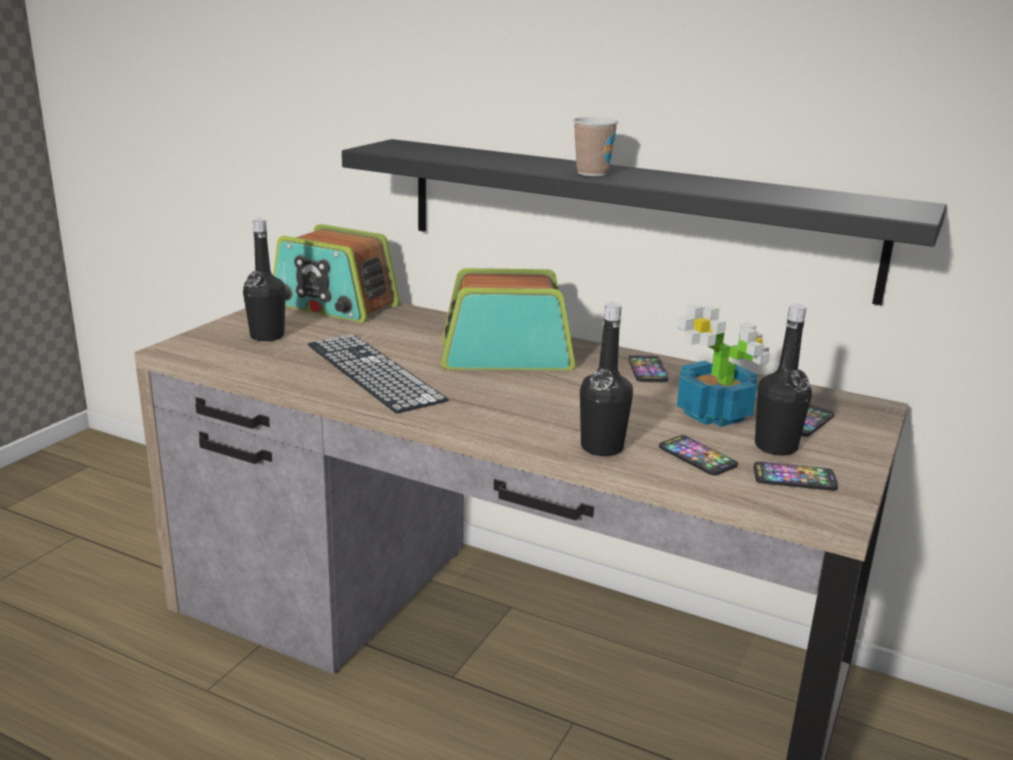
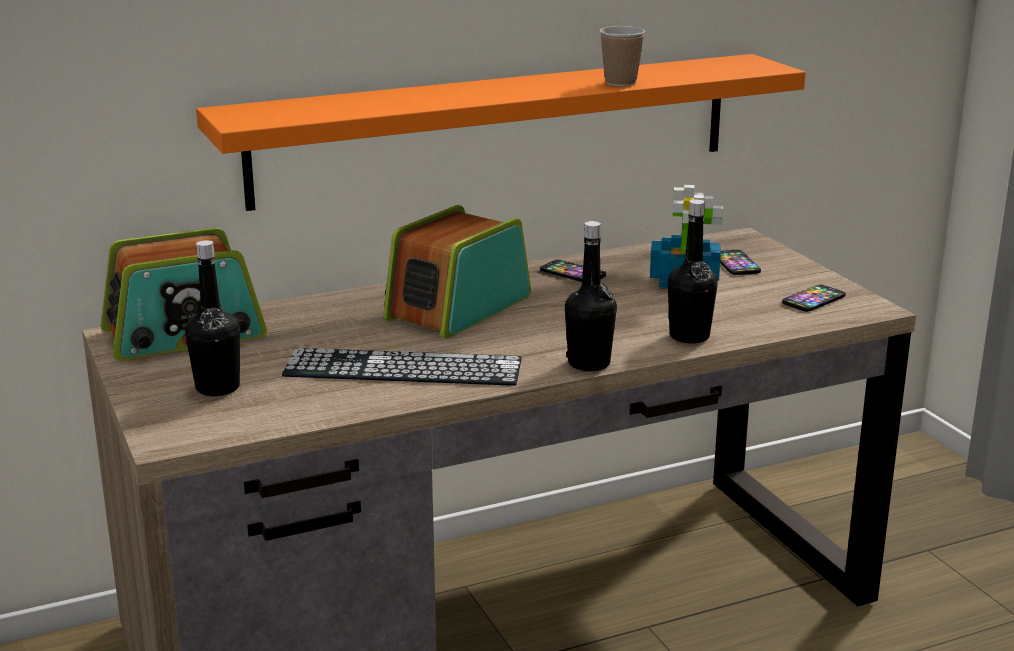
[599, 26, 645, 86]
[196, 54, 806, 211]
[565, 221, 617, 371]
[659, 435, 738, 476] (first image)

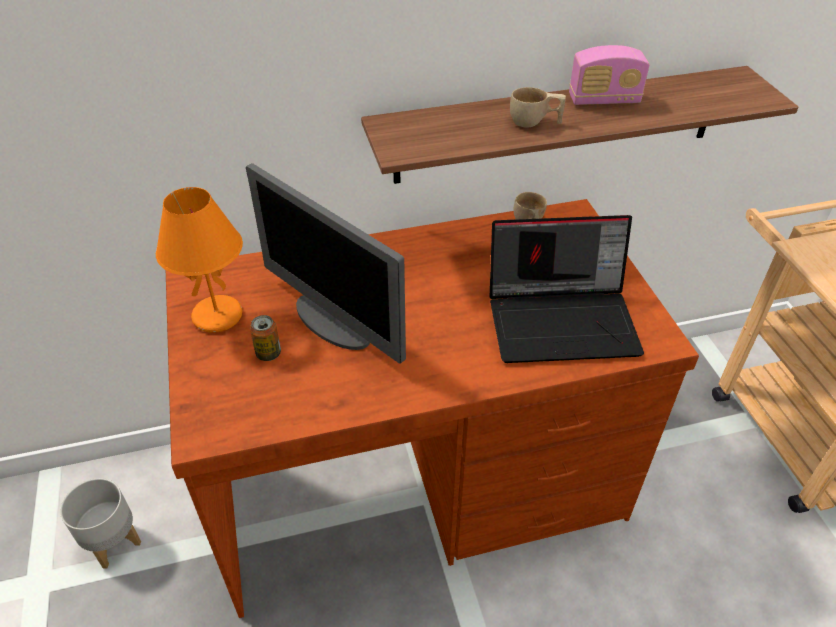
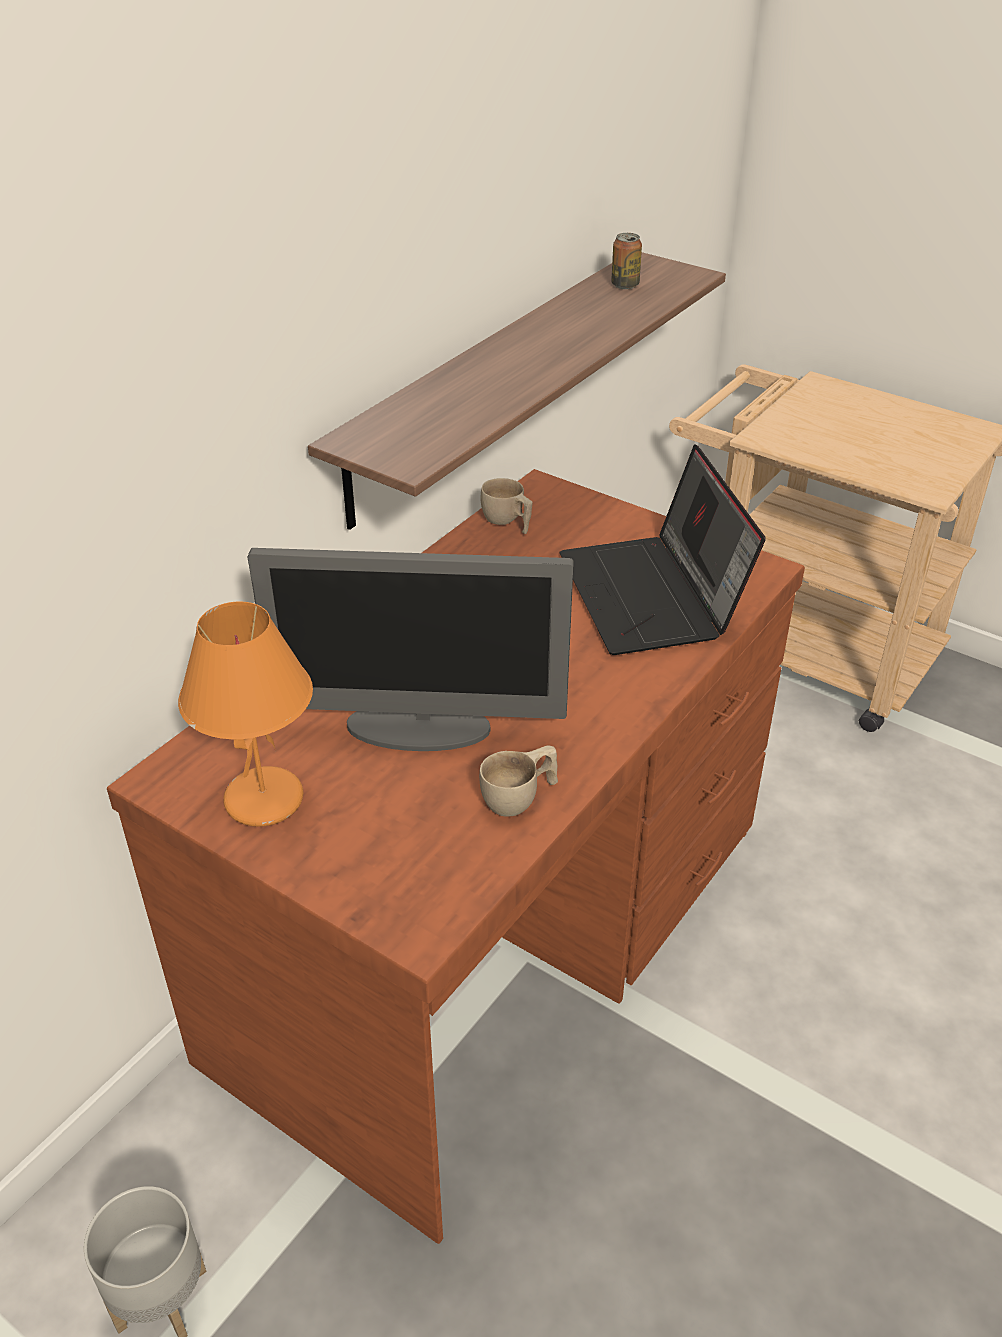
[569, 45, 650, 105] (first image)
[479, 745, 558, 817]
[559, 444, 766, 655]
[611, 233, 642, 289]

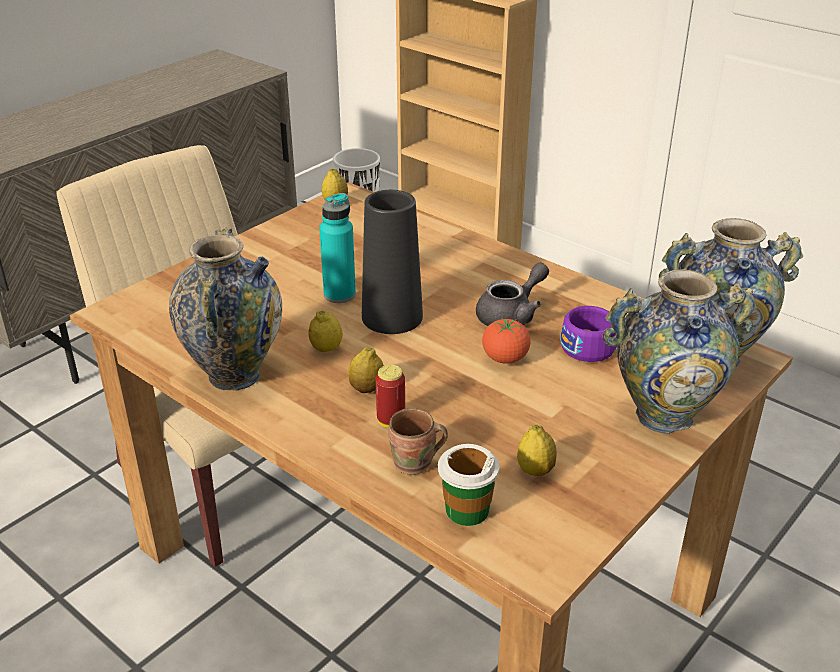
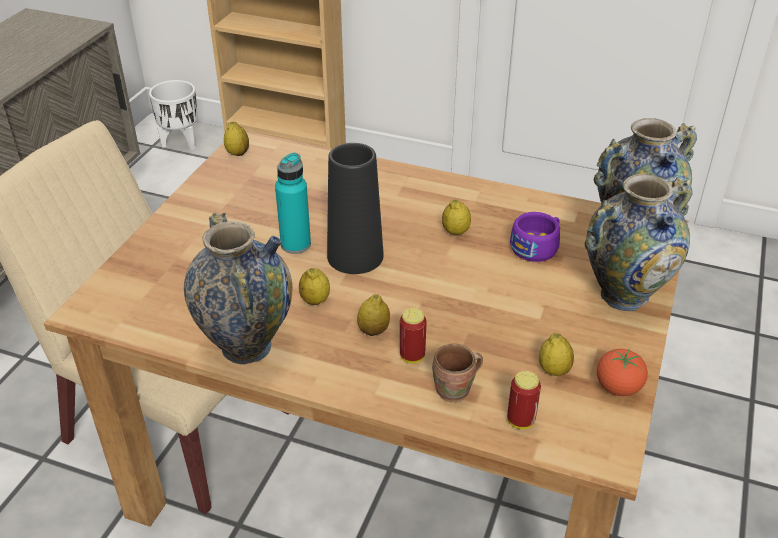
[442, 199, 471, 235]
[597, 348, 648, 396]
[507, 371, 541, 429]

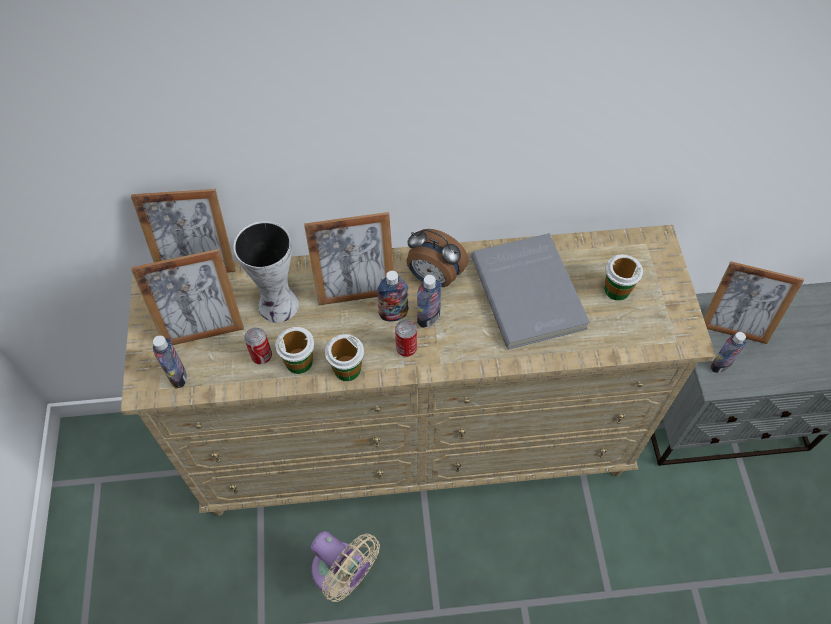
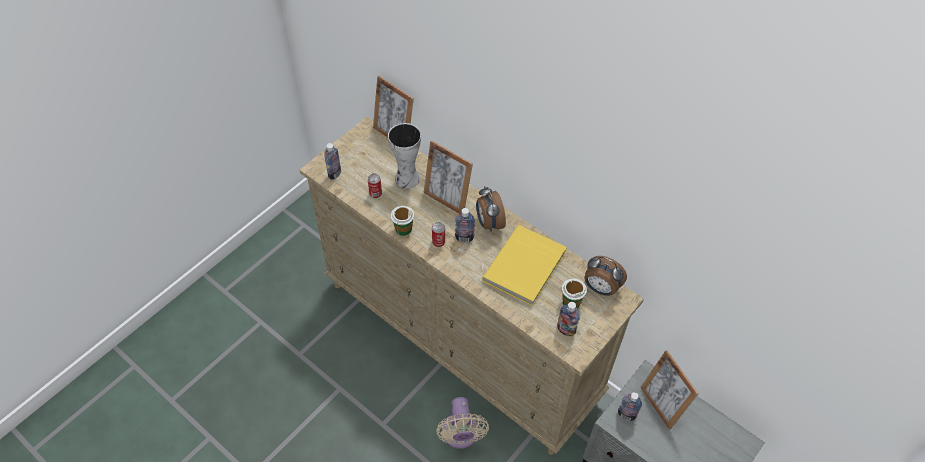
[482, 225, 567, 306]
[131, 249, 244, 345] (first image)
[557, 302, 580, 336]
[275, 327, 315, 374] (first image)
[436, 397, 489, 449]
[585, 256, 627, 296]

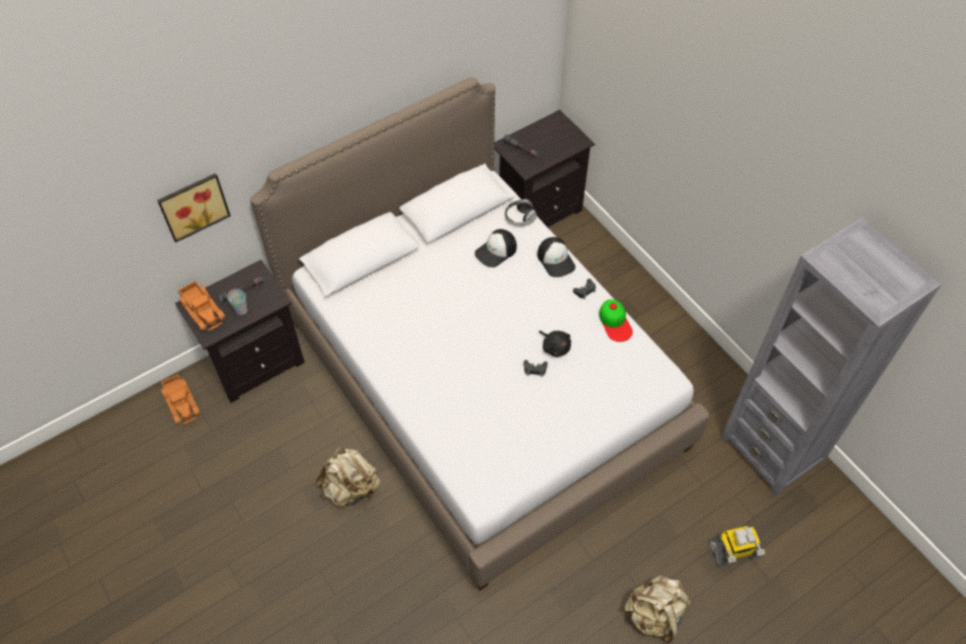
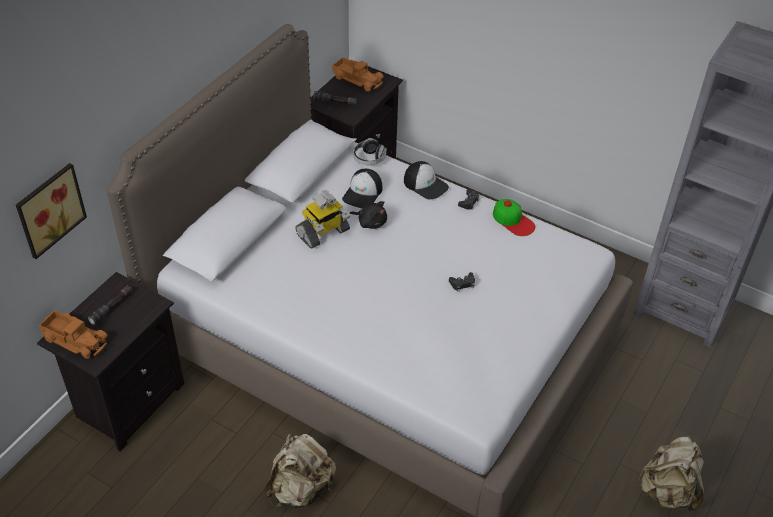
[227, 289, 247, 315] (first image)
[350, 201, 387, 229]
[332, 57, 384, 92]
[295, 190, 351, 249]

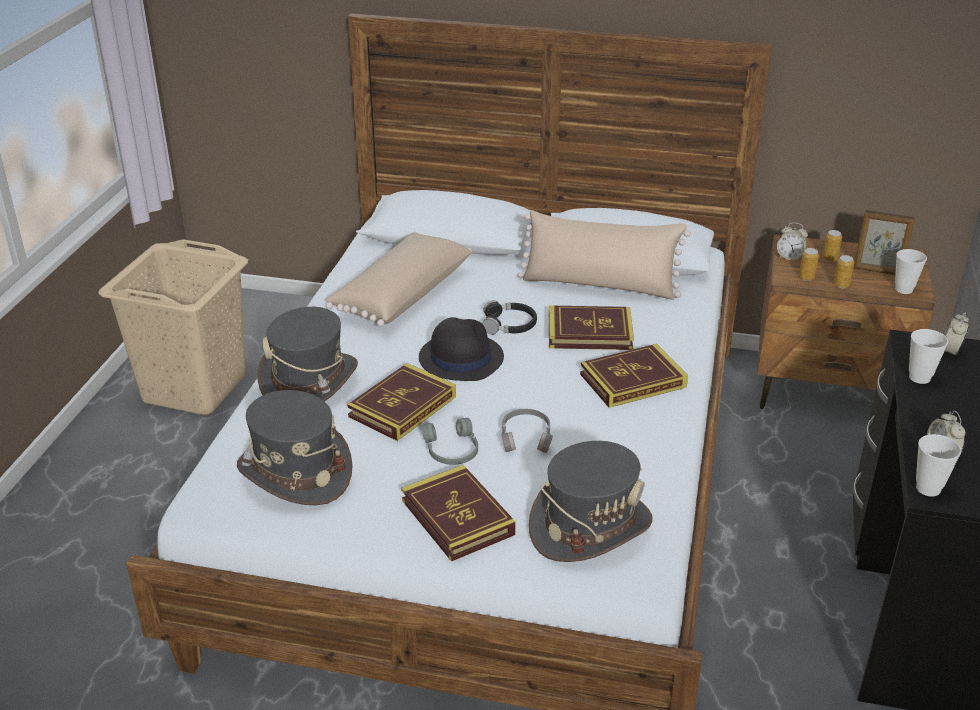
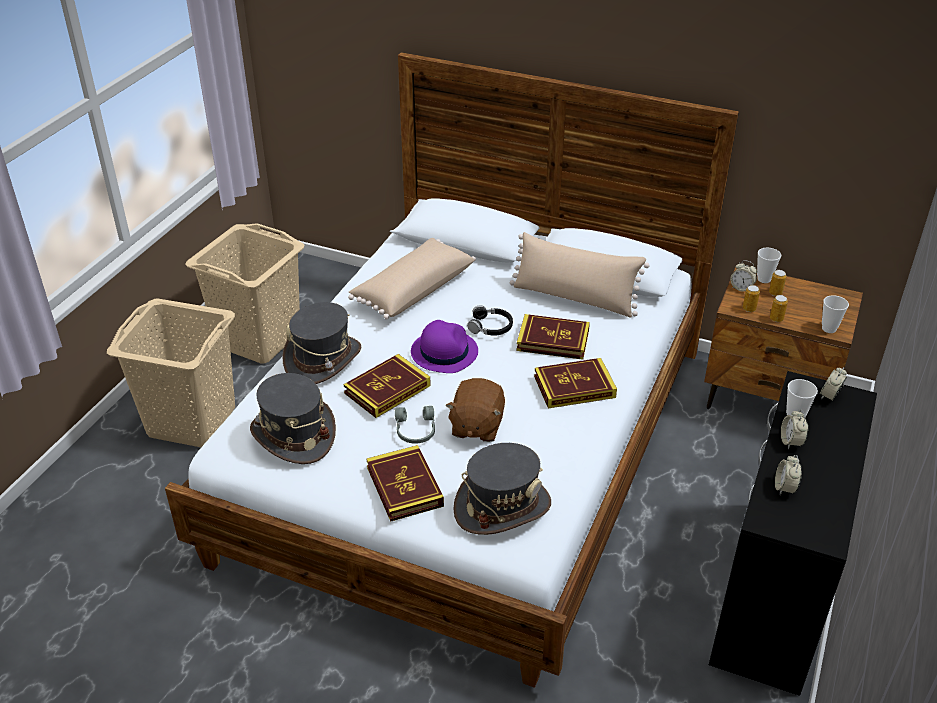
[854, 210, 915, 275] (first image)
[411, 320, 478, 373]
[445, 378, 505, 442]
[757, 248, 781, 283]
[107, 299, 235, 447]
[781, 409, 808, 449]

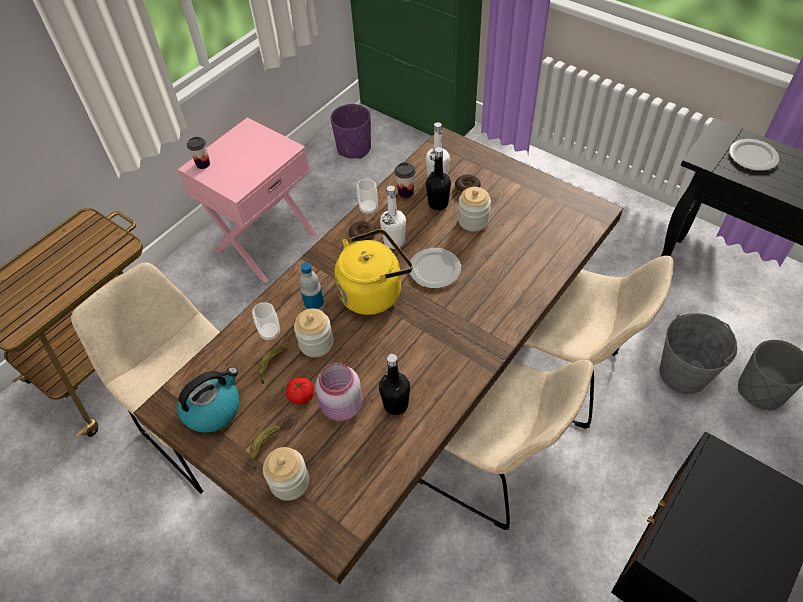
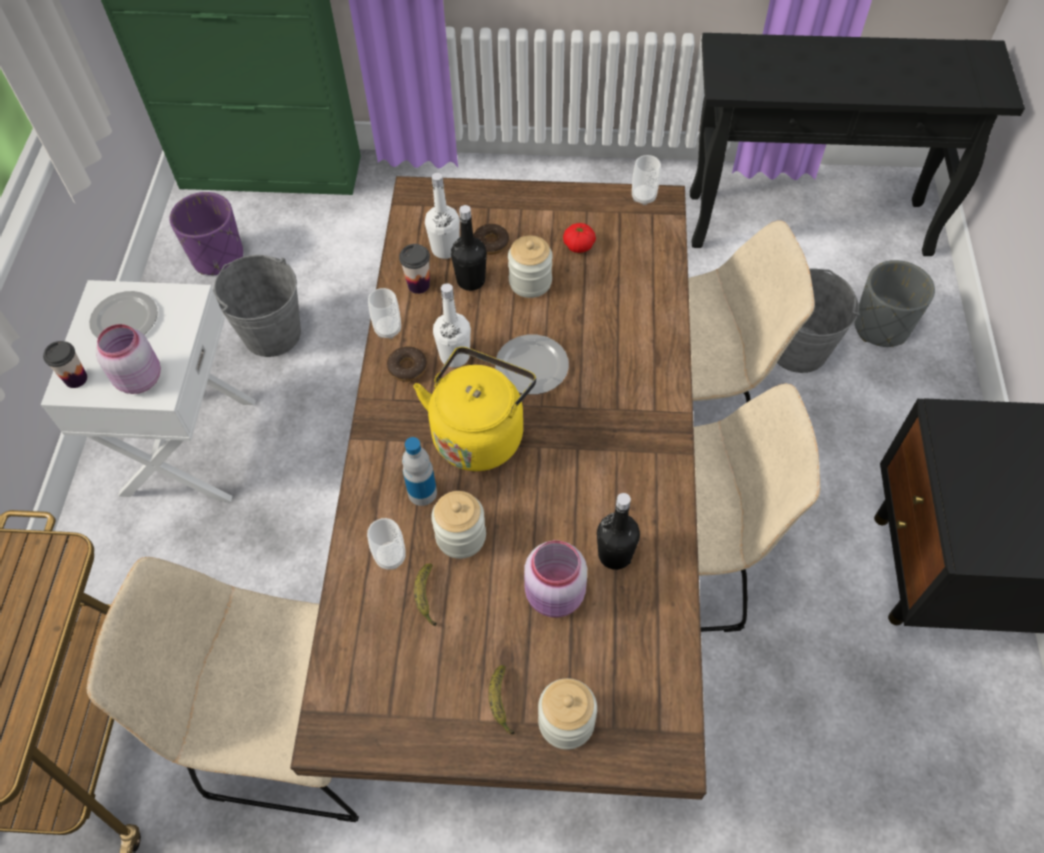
[41, 280, 256, 502]
[89, 291, 158, 339]
[177, 367, 239, 433] (first image)
[563, 223, 596, 253]
[632, 155, 661, 205]
[213, 255, 301, 357]
[96, 324, 161, 394]

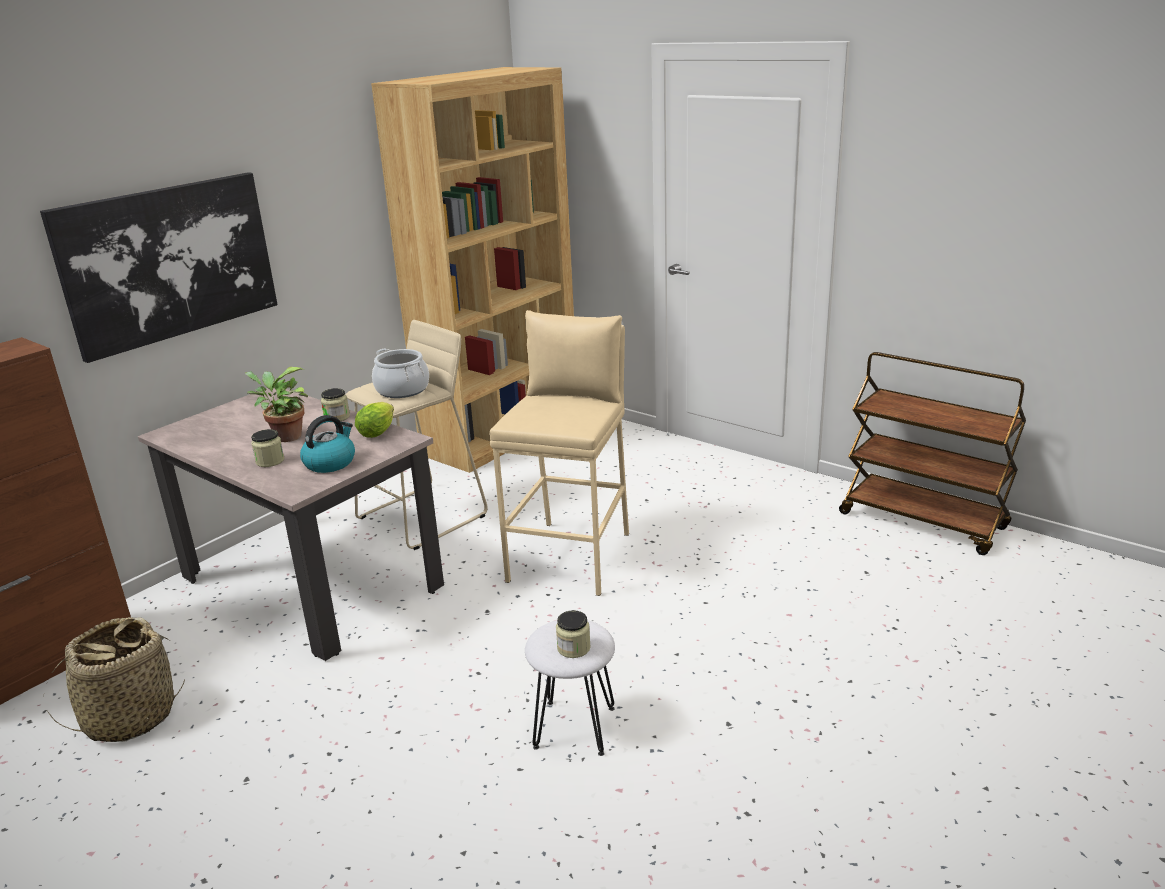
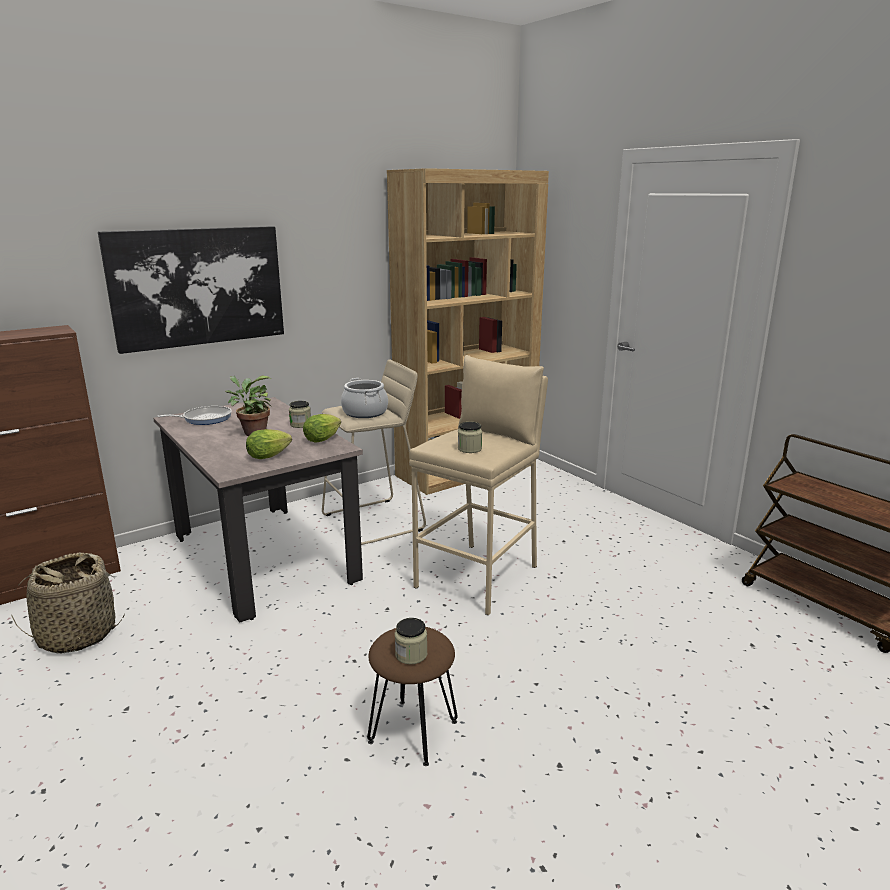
[246, 429, 292, 459]
[458, 422, 482, 453]
[367, 627, 458, 766]
[157, 406, 232, 425]

